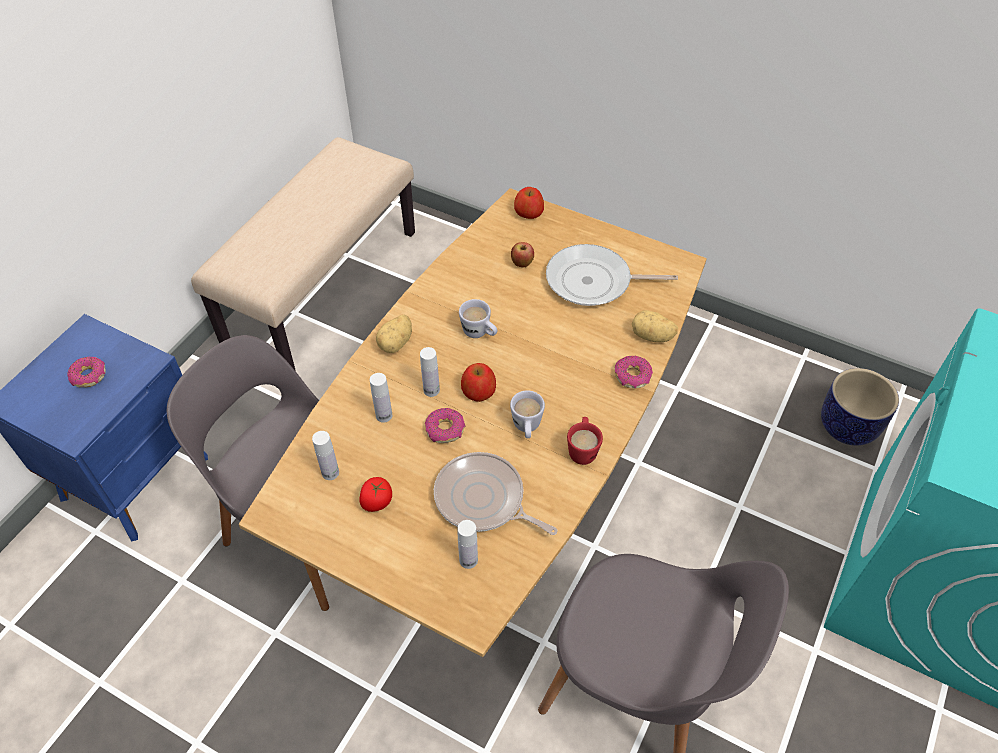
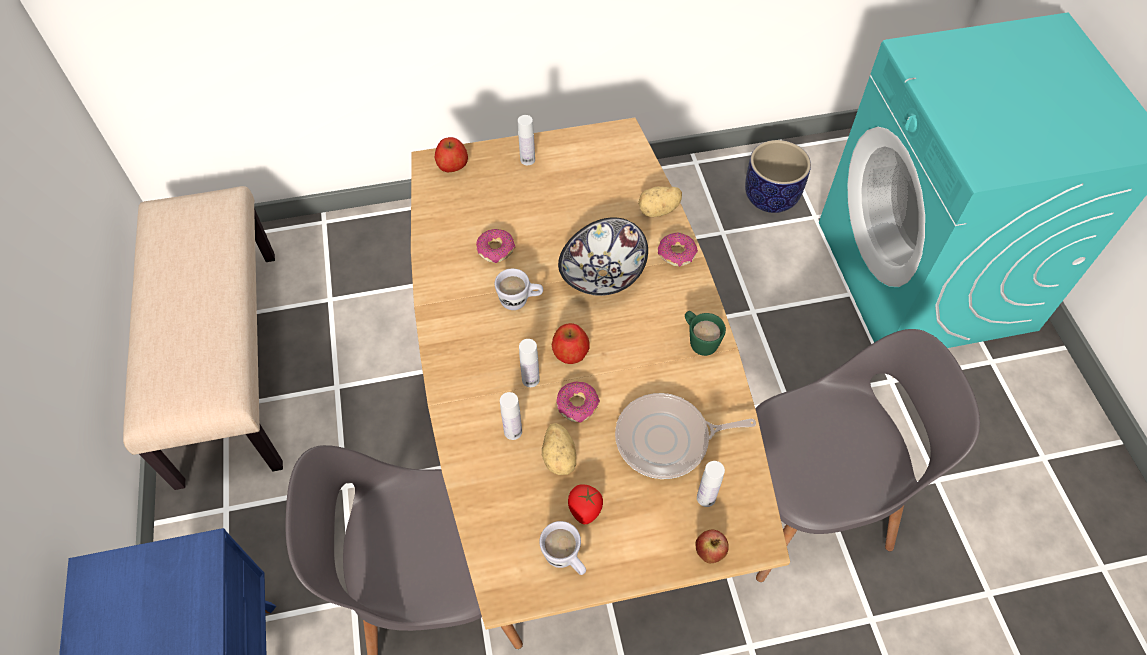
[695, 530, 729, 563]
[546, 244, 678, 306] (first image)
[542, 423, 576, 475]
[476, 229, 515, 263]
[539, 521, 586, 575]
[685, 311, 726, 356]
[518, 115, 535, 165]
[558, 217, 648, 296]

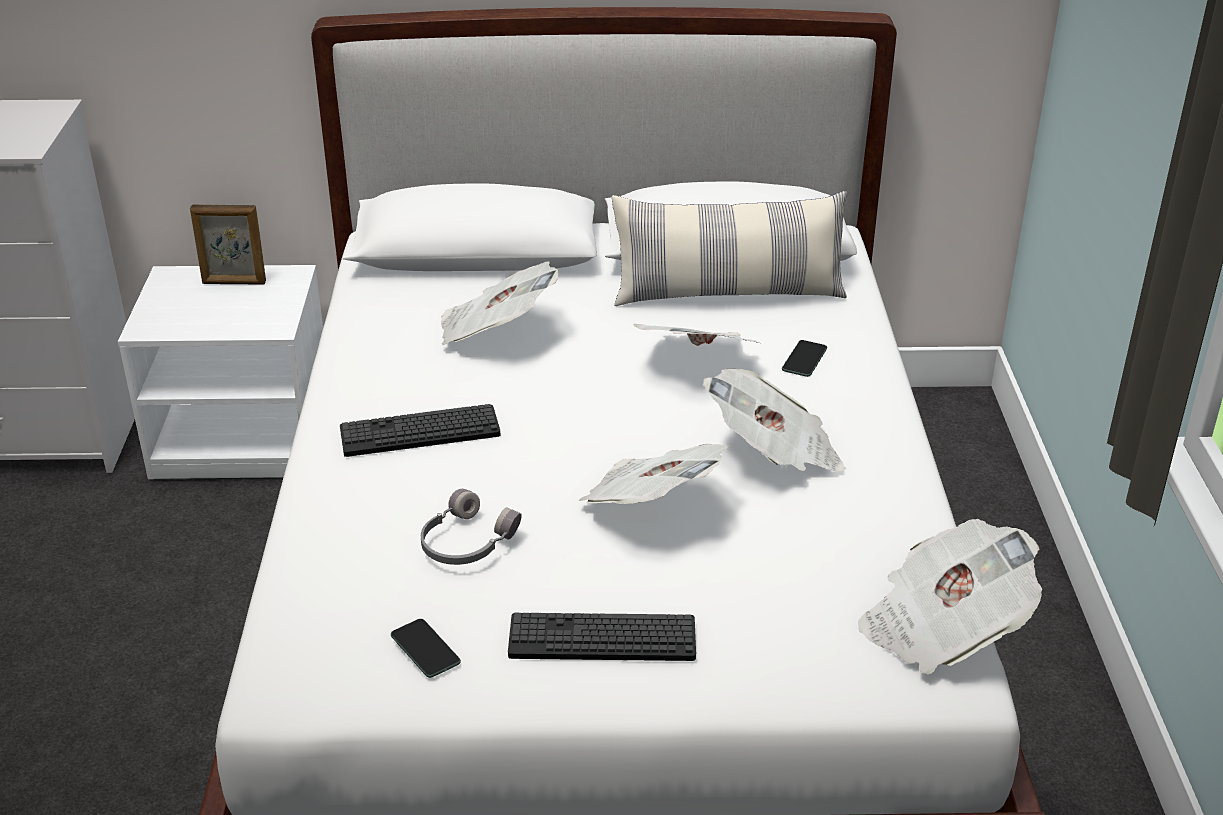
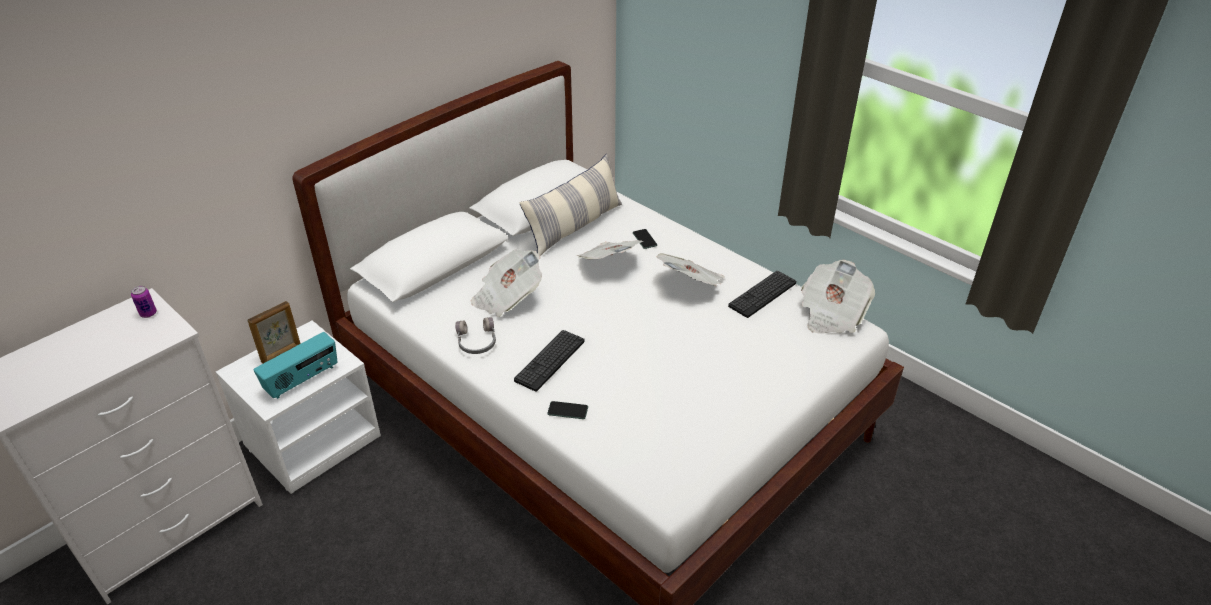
[578, 444, 730, 504] (first image)
[455, 317, 496, 354]
[728, 271, 796, 318]
[548, 401, 588, 419]
[131, 286, 157, 318]
[253, 332, 338, 399]

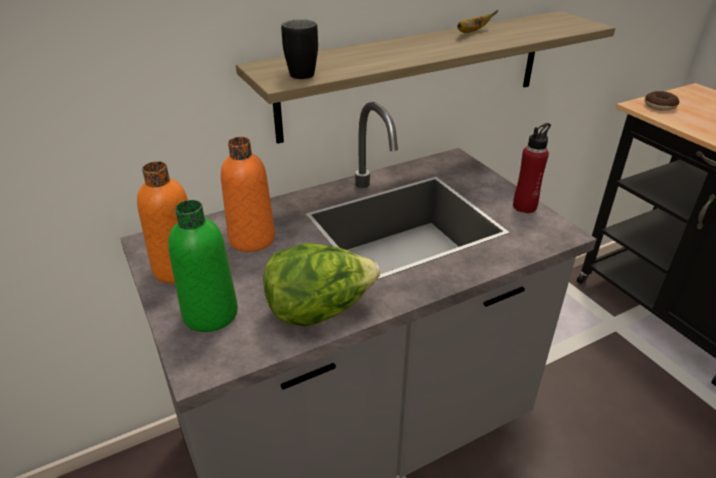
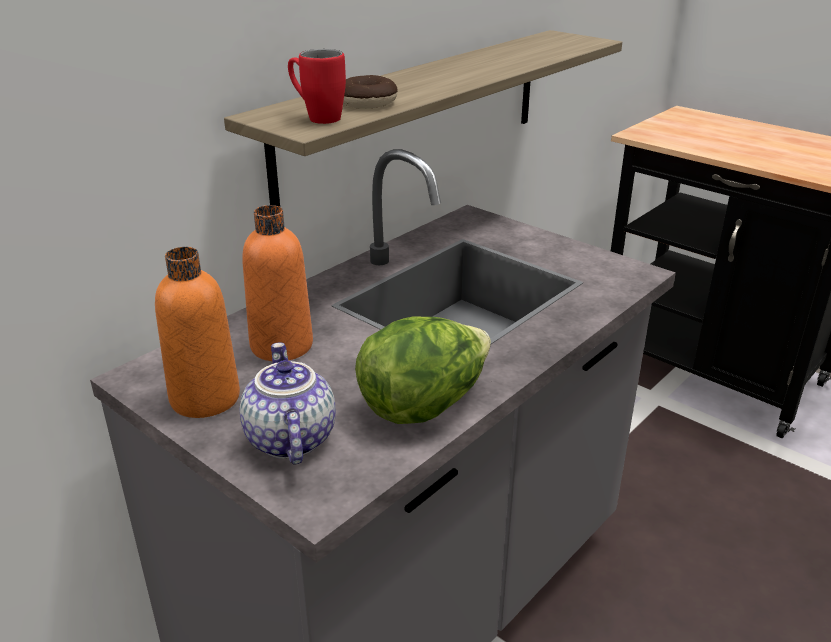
[457, 10, 498, 33] (first image)
[288, 49, 346, 124]
[343, 75, 397, 109]
[513, 123, 551, 213] (first image)
[240, 342, 336, 464]

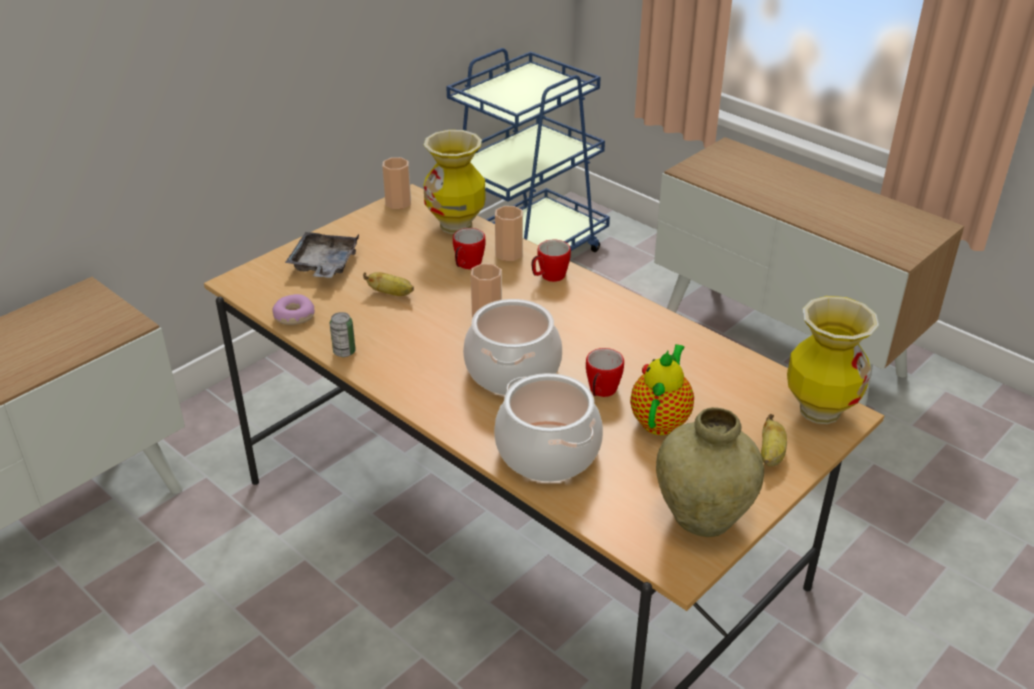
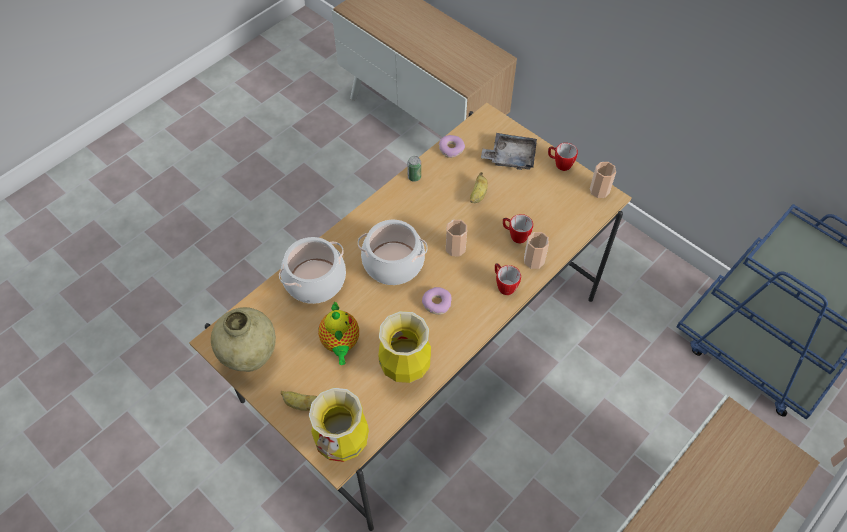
[378, 311, 431, 383]
[318, 302, 359, 365]
[548, 143, 578, 171]
[422, 287, 452, 315]

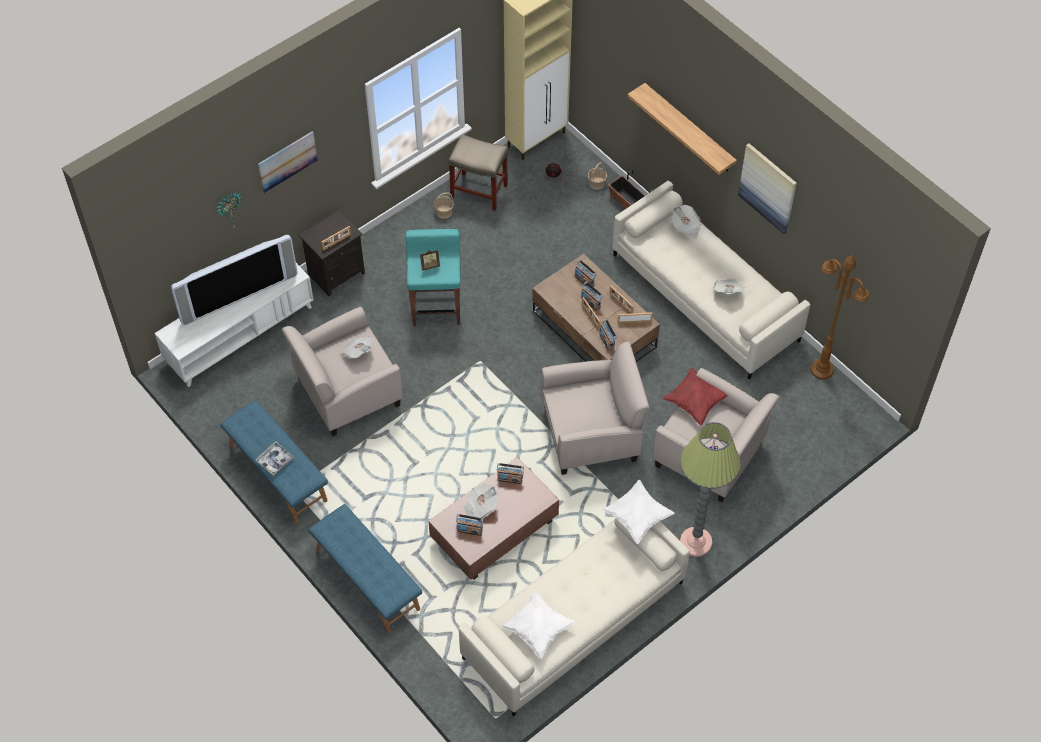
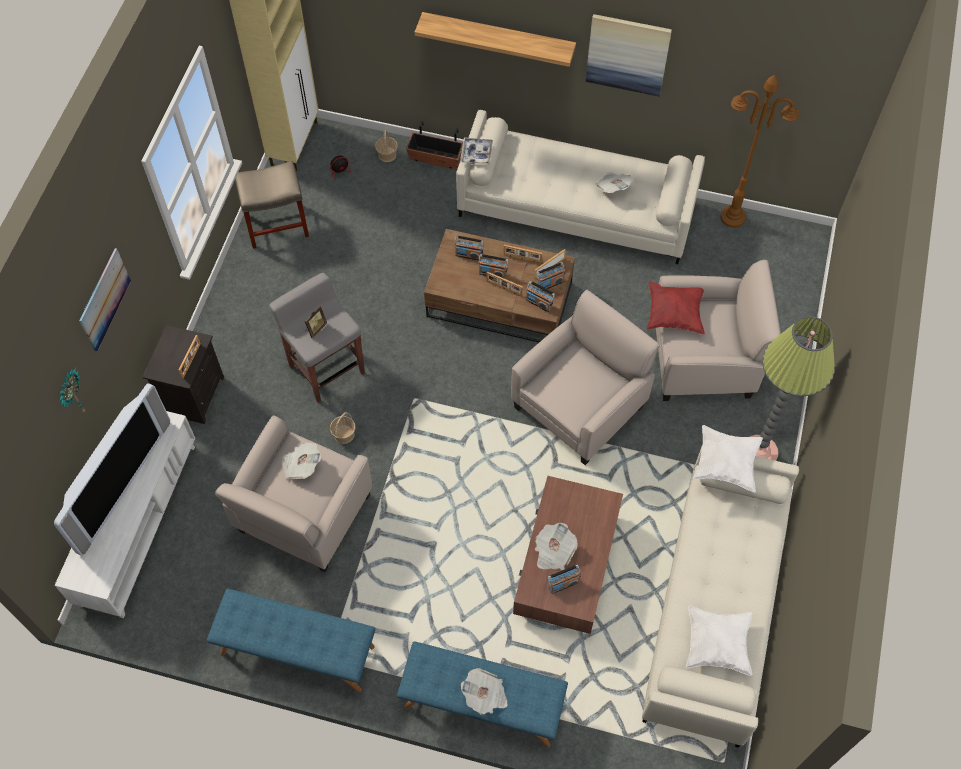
[330, 412, 355, 444]
[461, 668, 508, 715]
[269, 273, 365, 403]
[460, 138, 493, 164]
[536, 262, 565, 291]

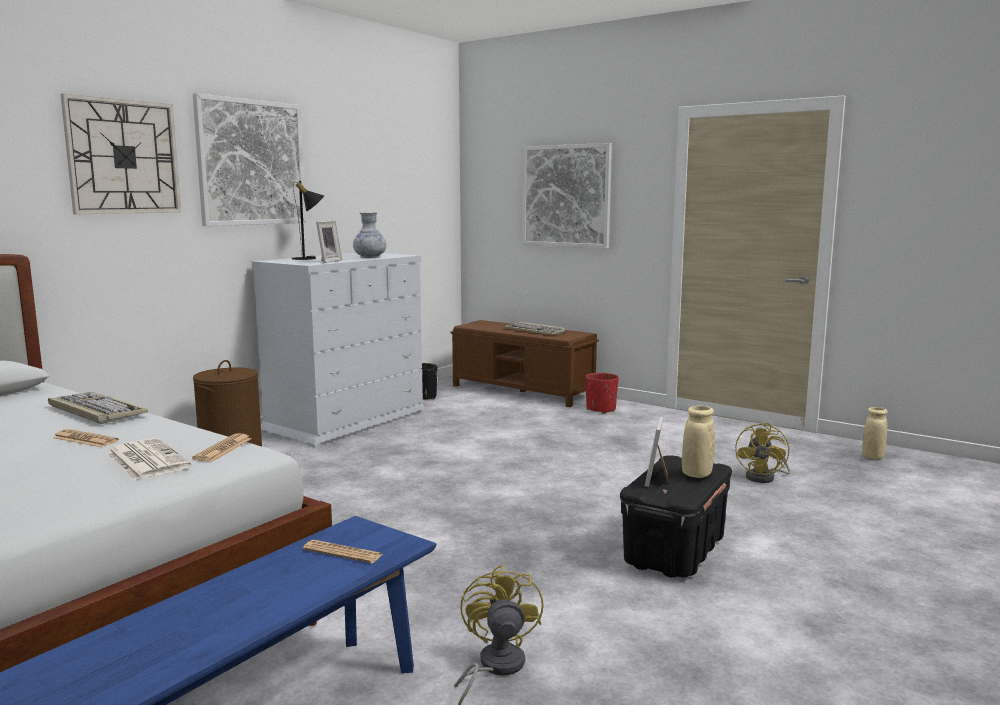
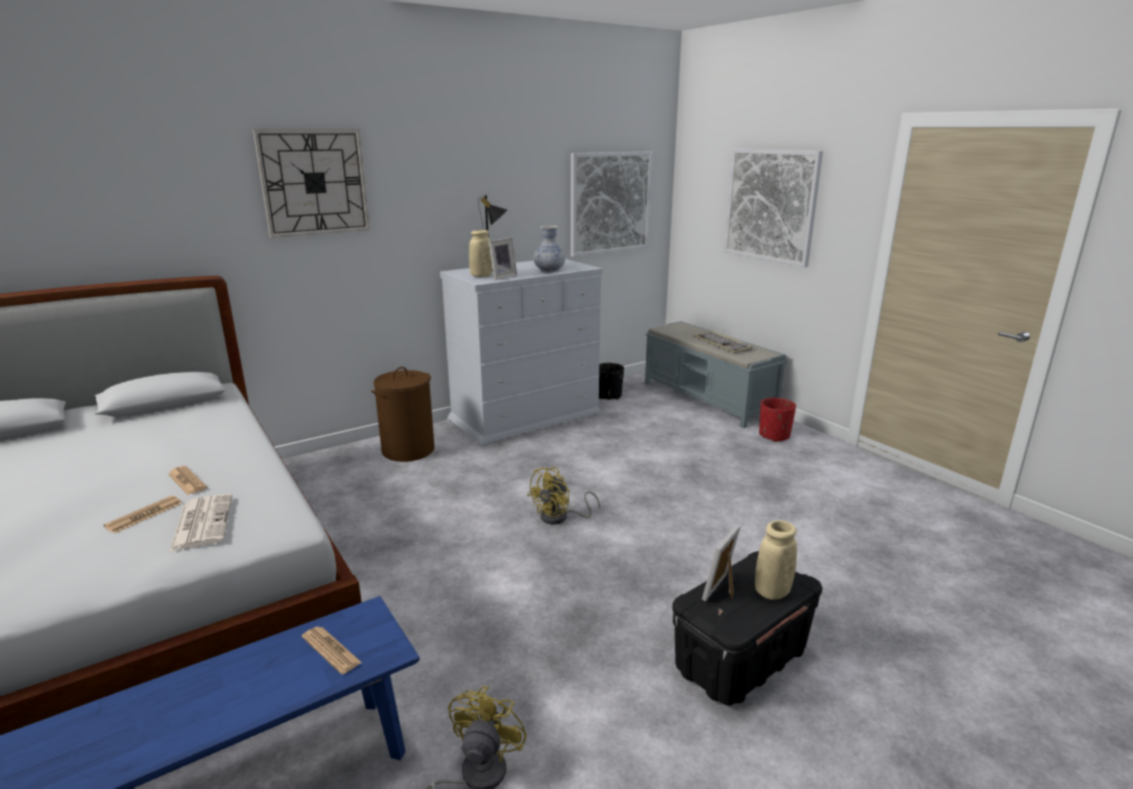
[571, 152, 652, 257]
[645, 321, 787, 428]
[48, 392, 148, 424] (first image)
[469, 230, 492, 277]
[527, 467, 600, 525]
[104, 496, 182, 533]

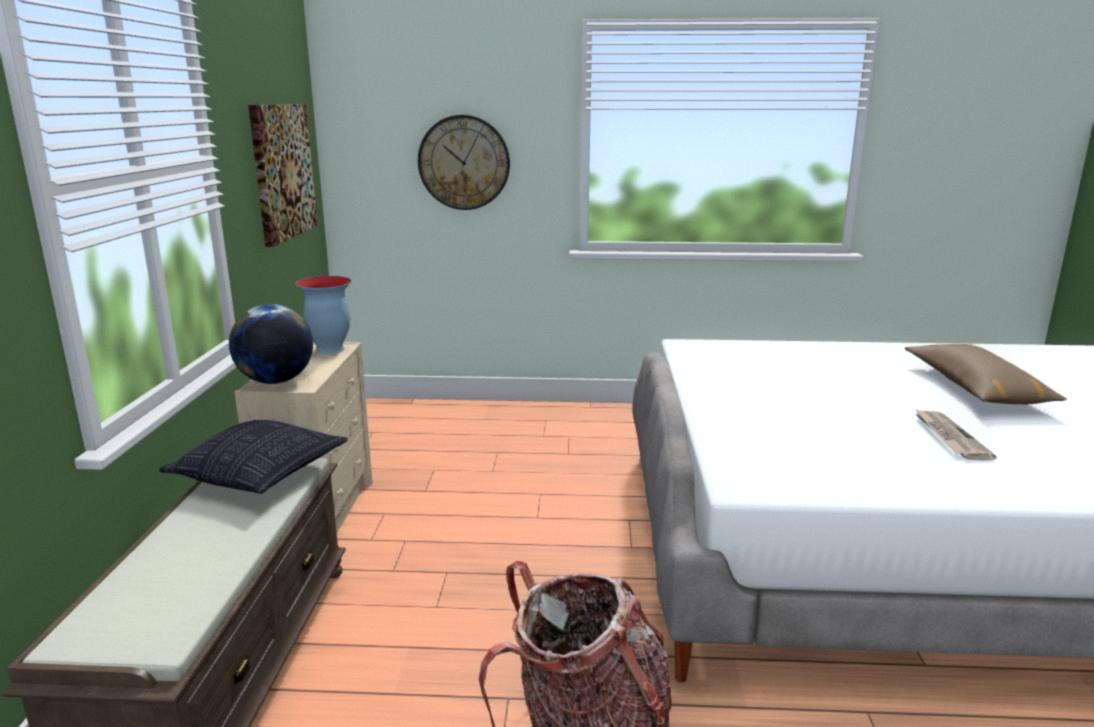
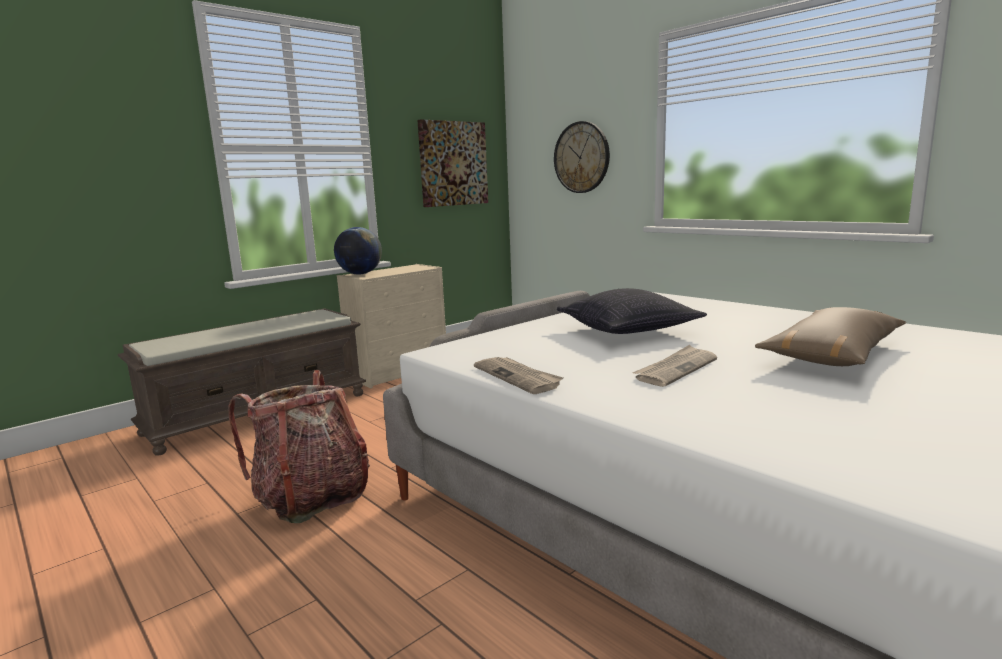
[295, 276, 352, 354] (first image)
[557, 288, 707, 334]
[474, 357, 563, 394]

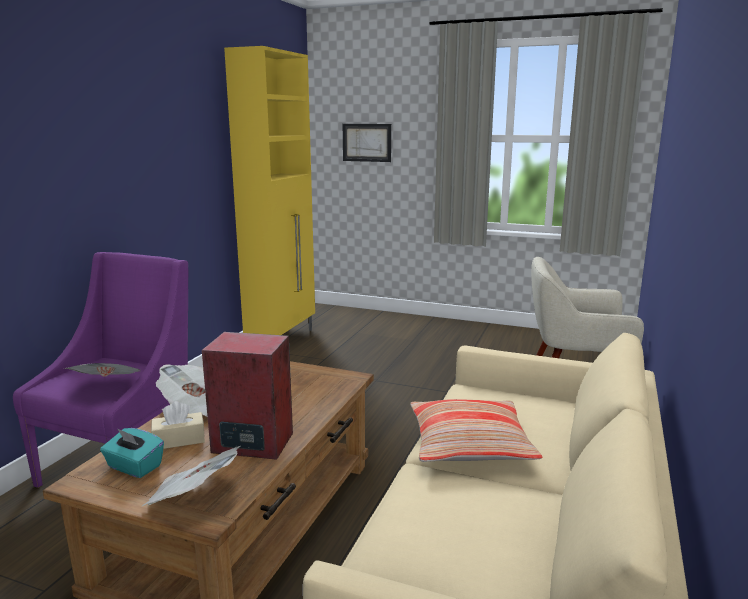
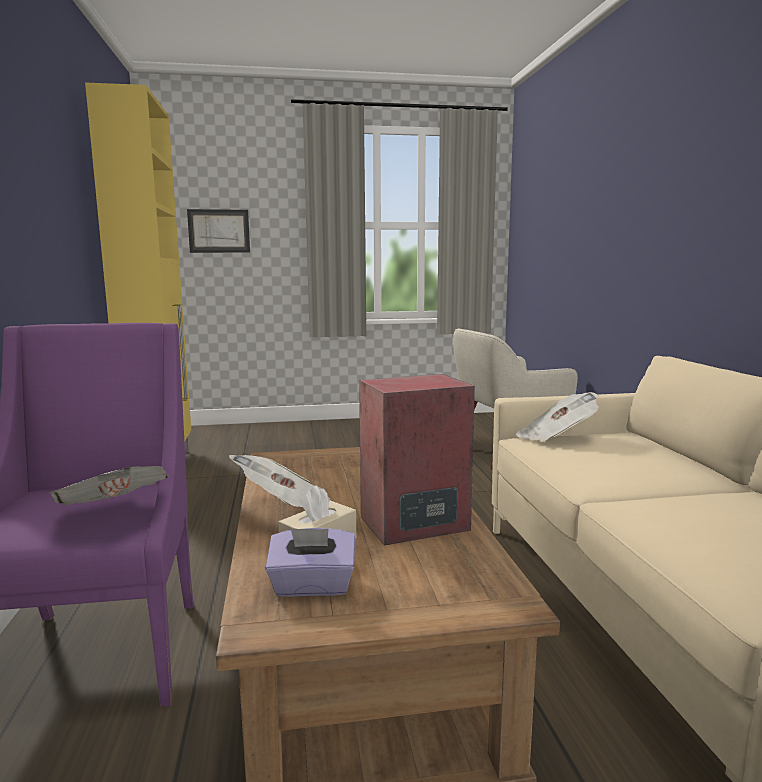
[410, 399, 542, 462] (first image)
[265, 528, 355, 597]
[516, 392, 599, 442]

